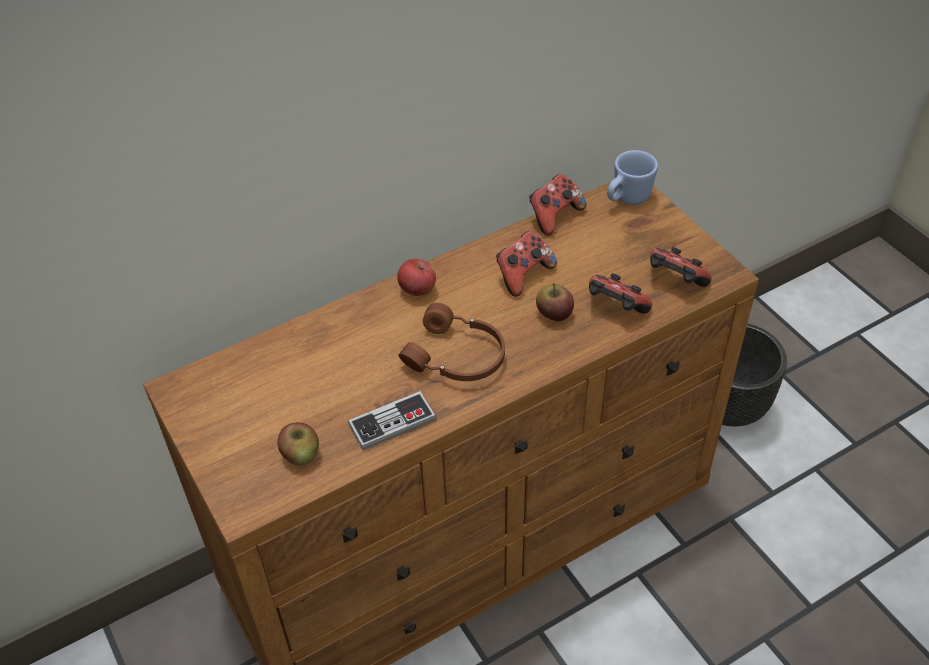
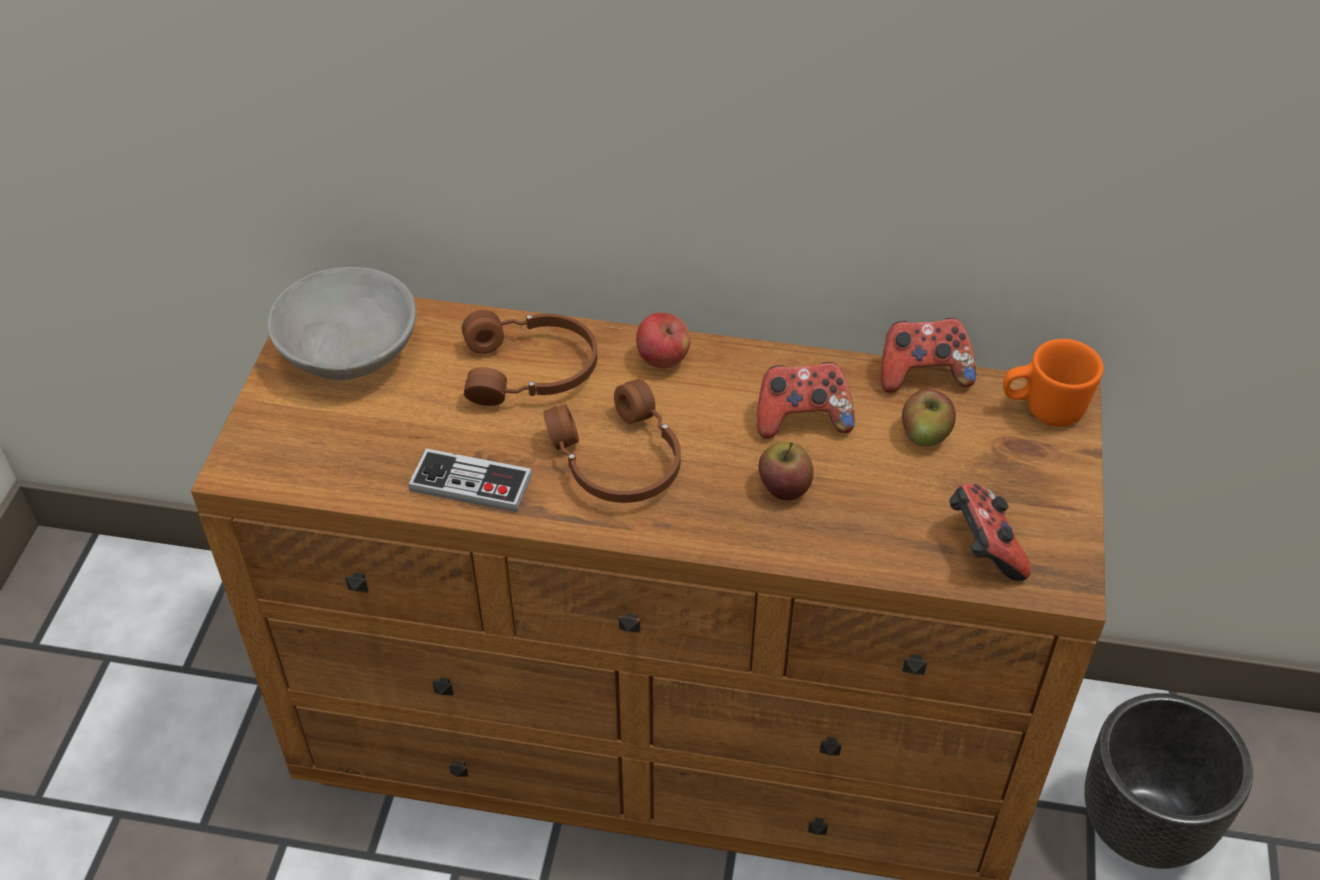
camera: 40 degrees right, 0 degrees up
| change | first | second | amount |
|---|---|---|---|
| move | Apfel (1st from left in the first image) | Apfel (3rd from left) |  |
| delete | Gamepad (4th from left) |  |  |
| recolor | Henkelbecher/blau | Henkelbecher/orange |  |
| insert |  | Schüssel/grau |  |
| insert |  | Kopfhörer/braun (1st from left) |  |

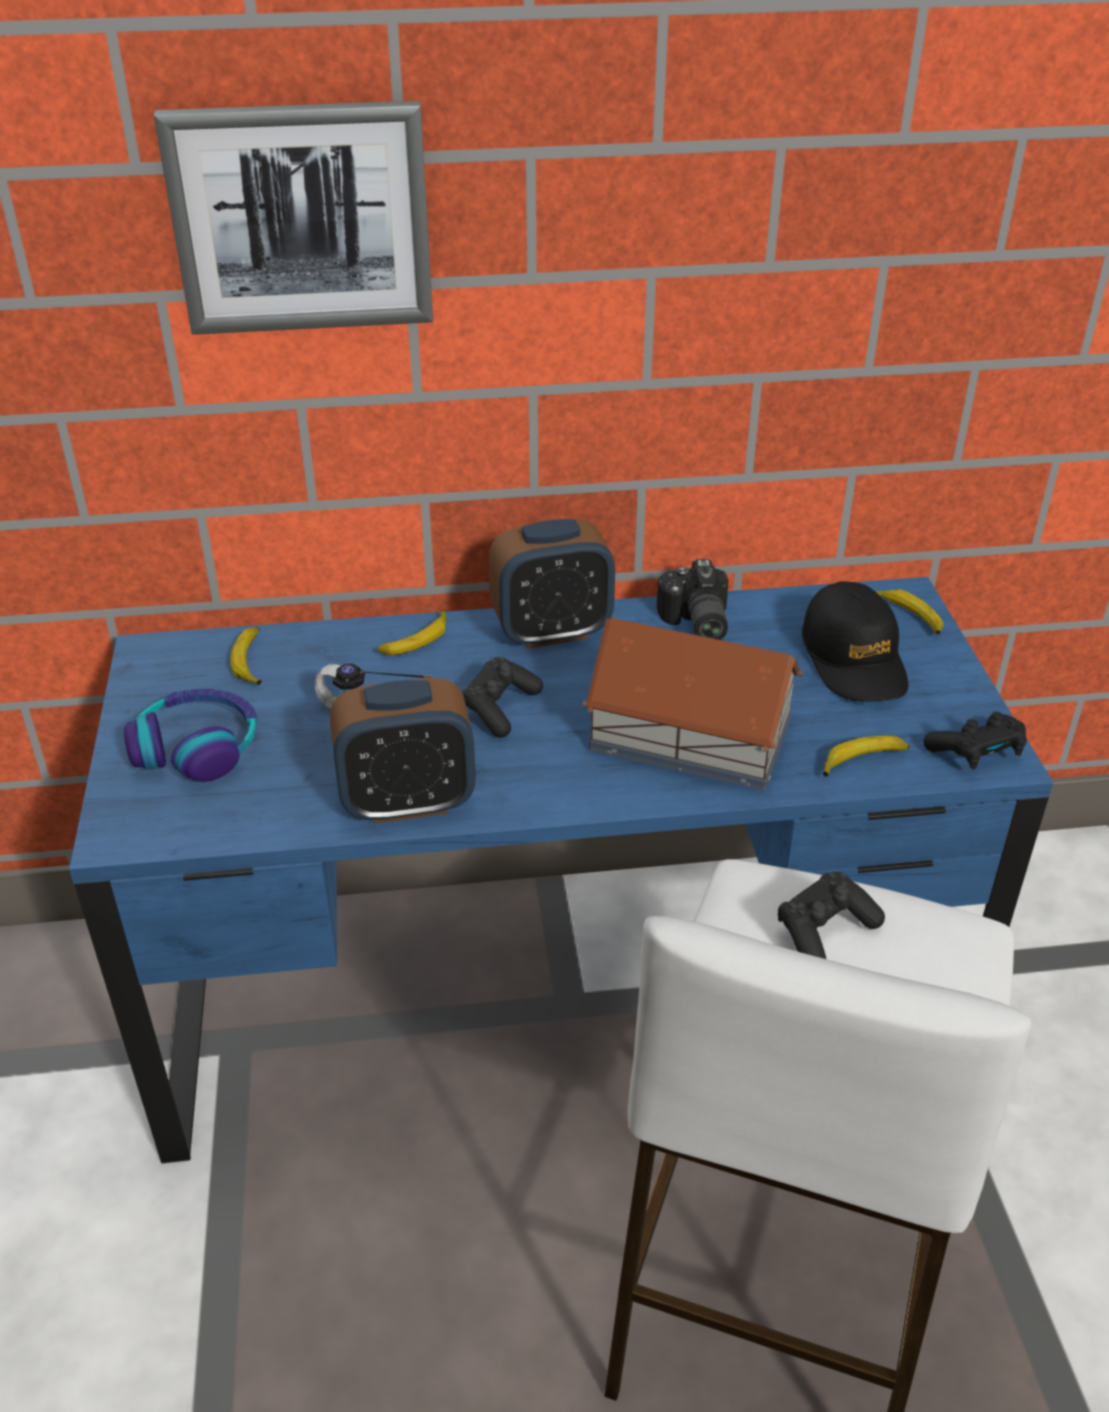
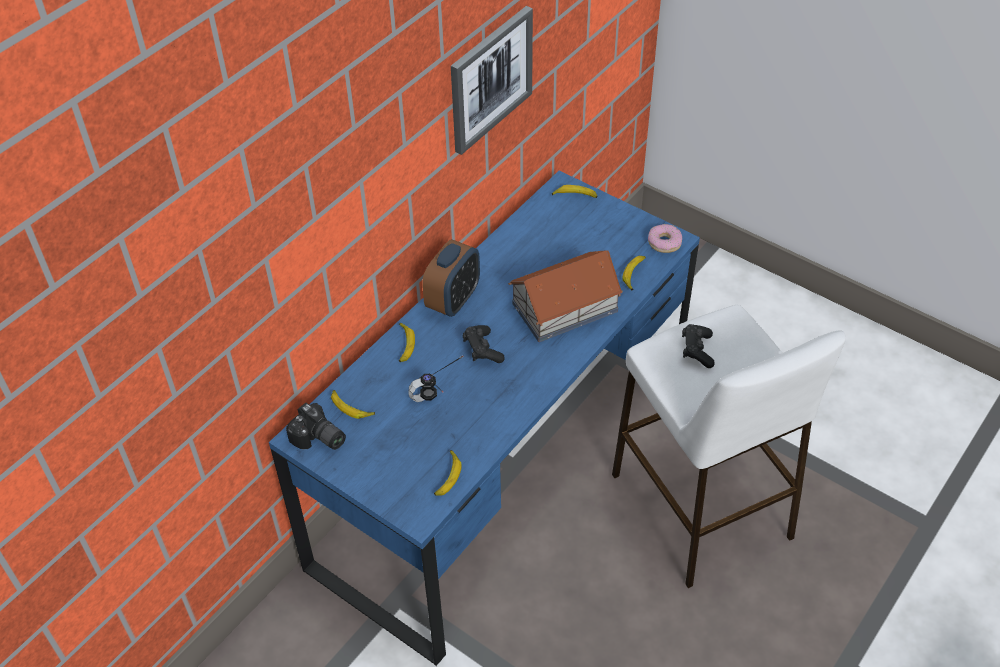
camera: 45 degrees left, 10 degrees up
| change | first | second | amount |
|---|---|---|---|
| delete | Kopfhörer (1st from left) |  |  |
| move | Bild |  |  |
| delete | Wecker (1st from left) |  |  |
| move | Kamera |  |  |
| delete | Kappe/schwarz |  |  |
| replace | Gamepad/schwarz (3rd from left) | Donut |  |
| insert |  | Banane (3rd from left) |  |

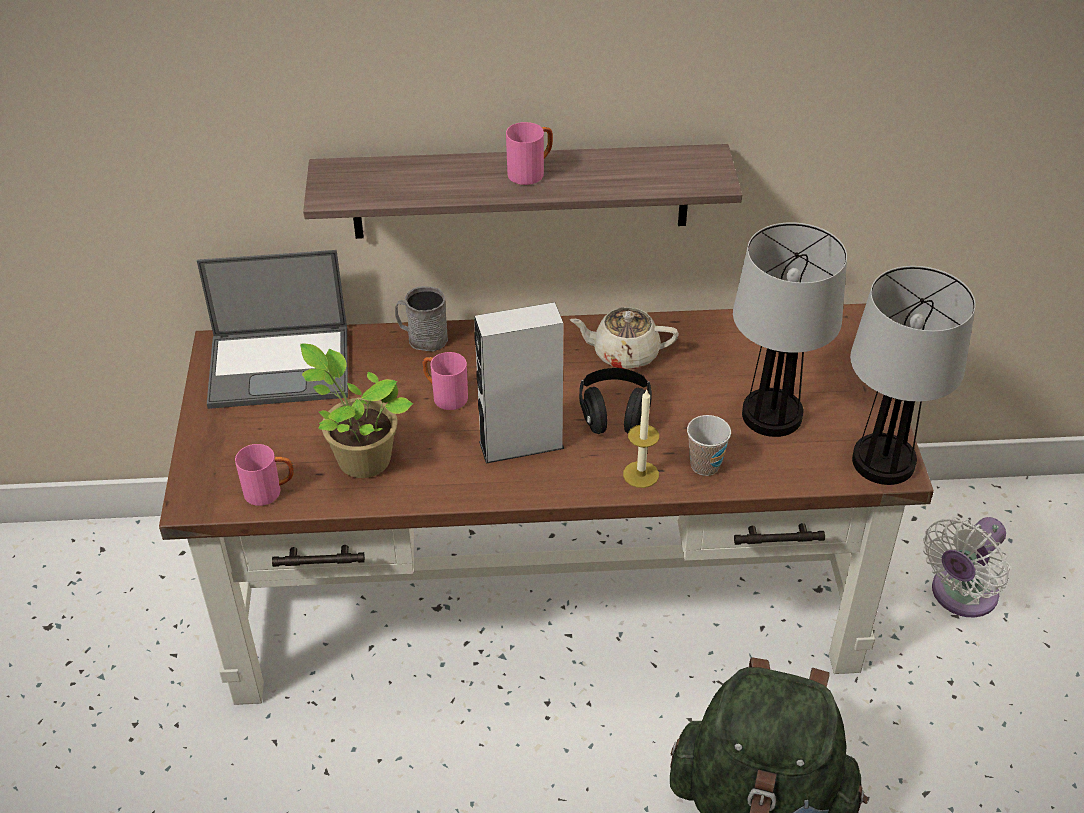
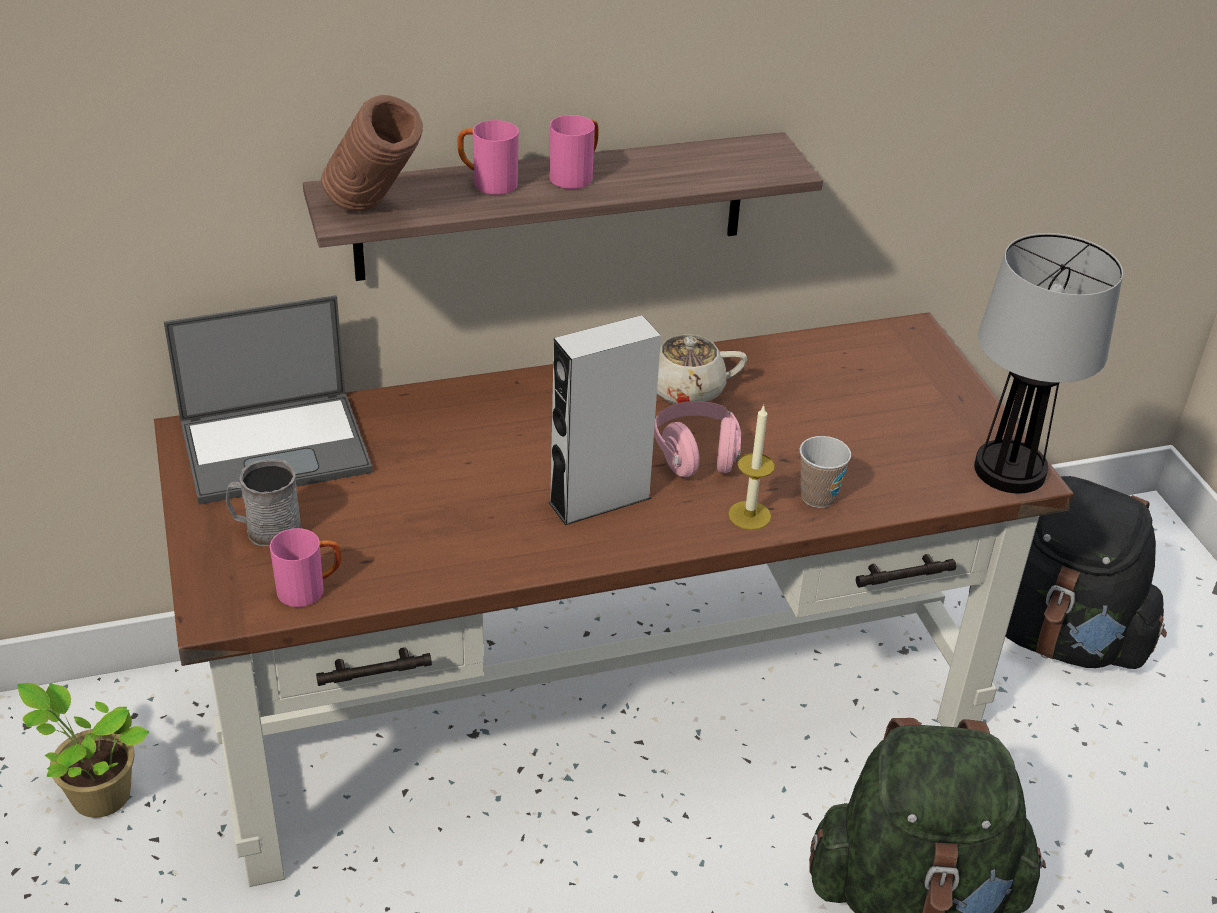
camera: 15 degrees left, 5 degrees down
| change | first | second | amount |
|---|---|---|---|
| move | Topfpflanze |  |  |
| move | Henkelbecher/grau |  |  |
| move | Henkelbecher/rosa (2nd from left) |  |  |
| recolor | Kopfhörer/schwarz | Kopfhörer/rosa |  |
| delete | Tischlampe (1st from left) |  |  |
| replace | Ventilator/weiß | Rucksack/schwarz |  |
| insert |  | Vase/braun |  |

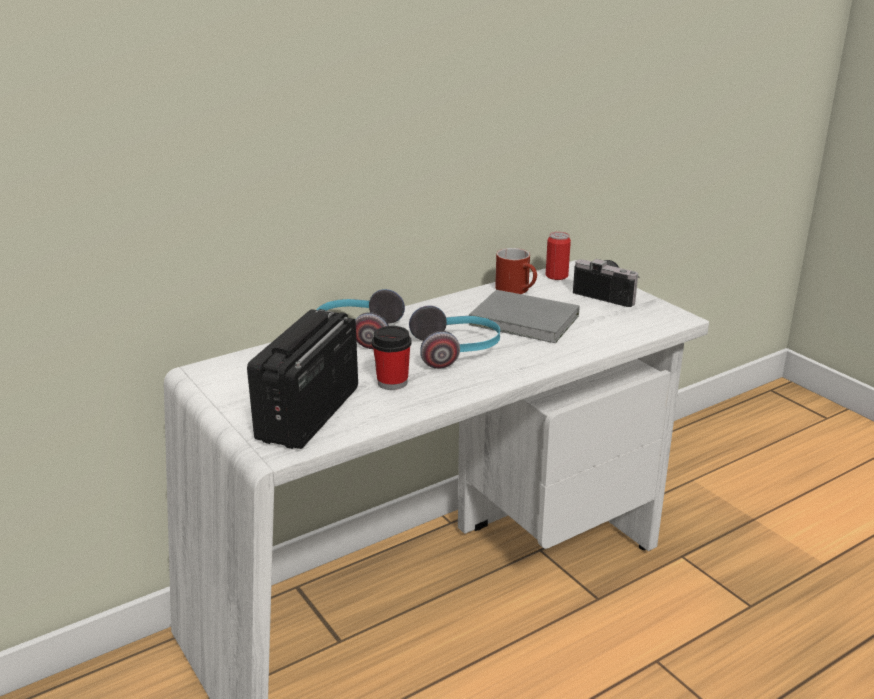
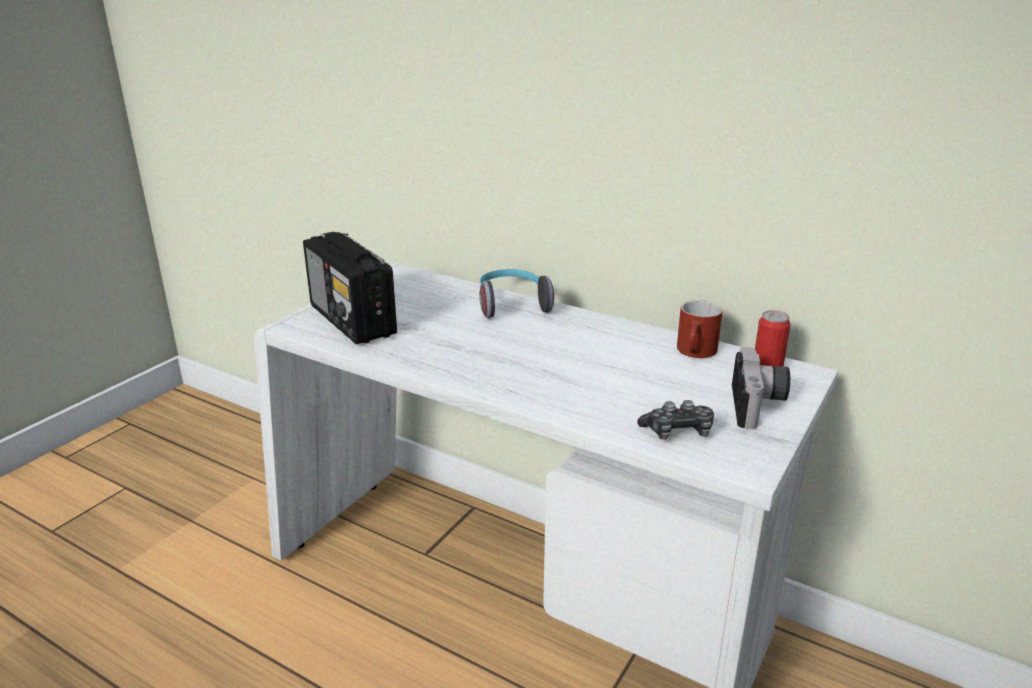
camera: 65 degrees right, 0 degrees up
| change | first | second | amount |
|---|---|---|---|
| rotate | Radio |  | 120 degrees counterclockwise |
| delete | Tasse |  |  |
| delete | Kopfhörer (2nd from left) |  |  |
| delete | Buch/grau |  |  |
| insert |  | Gamepad |  |

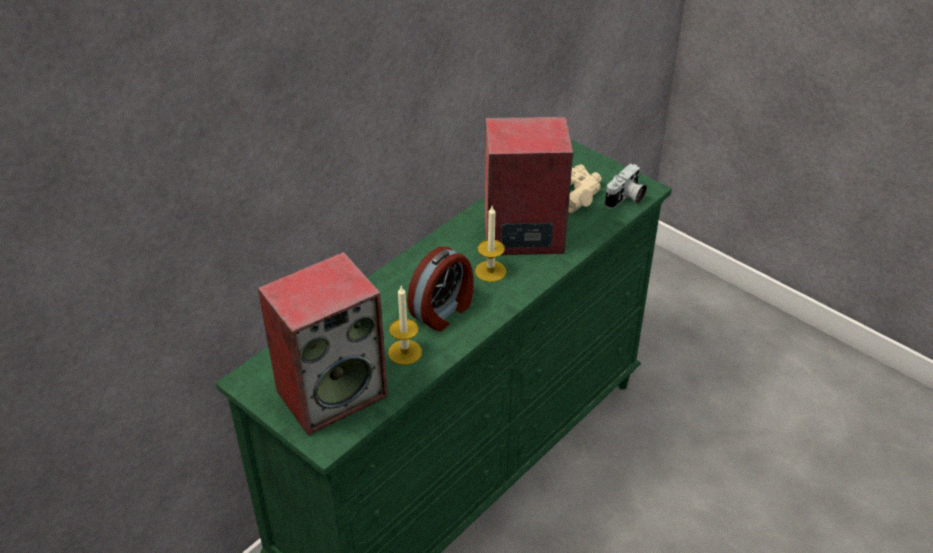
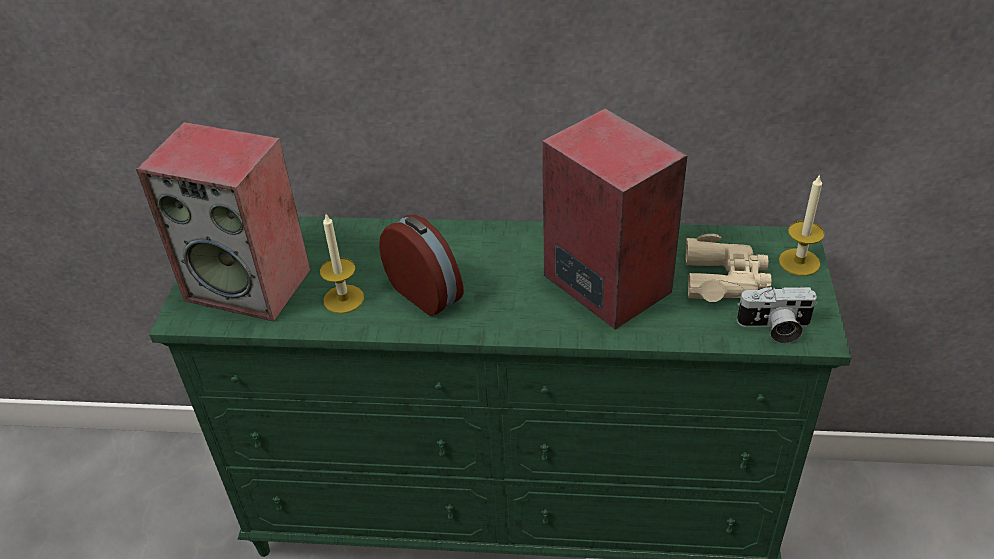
camera: 55 degrees right, 0 degrees up
| change | first | second | amount |
|---|---|---|---|
| rotate | Wecker |  | 135 degrees counterclockwise |
| move | Kerze (2nd from left) |  |  |

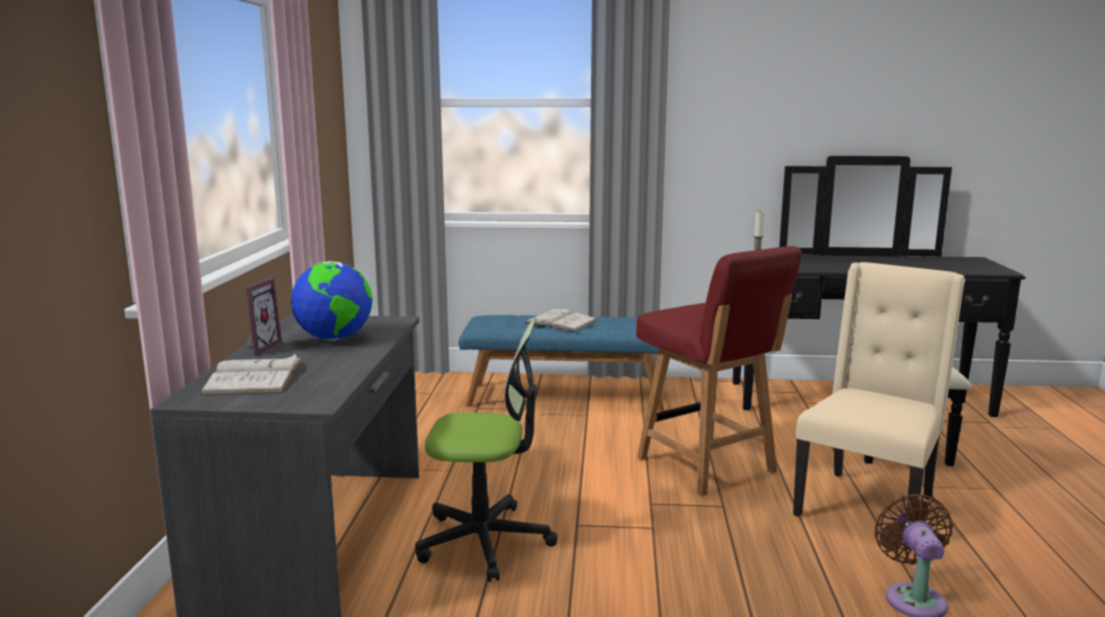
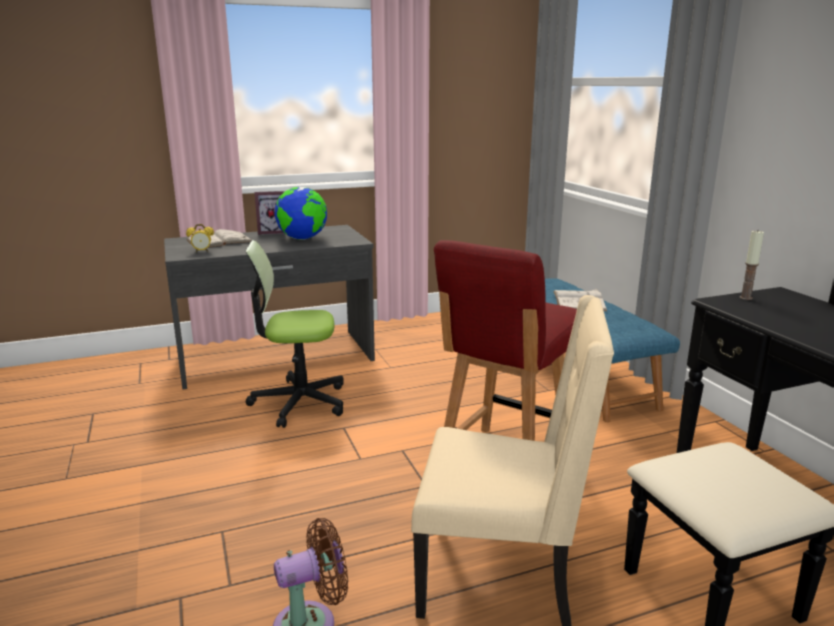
camera: 65 degrees right, 5 degrees up
| change | first | second | amount |
|---|---|---|---|
| rotate | Bürostuhl |  | 105 degrees clockwise |
| insert |  | Wecker |  |

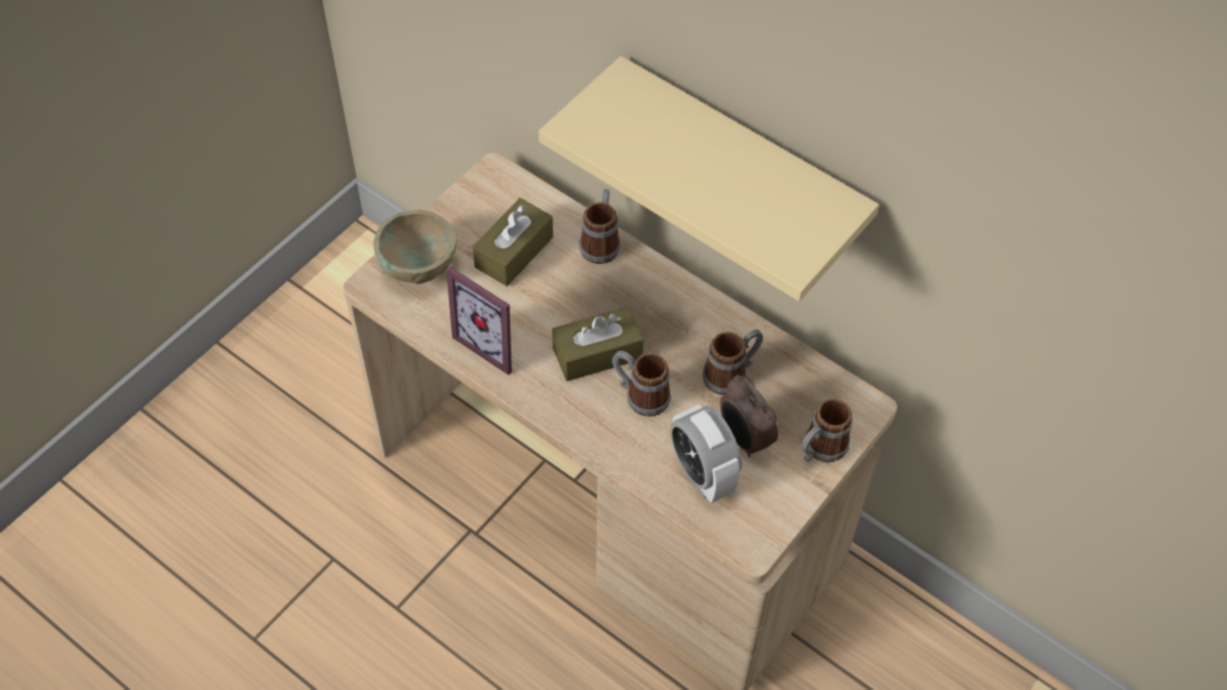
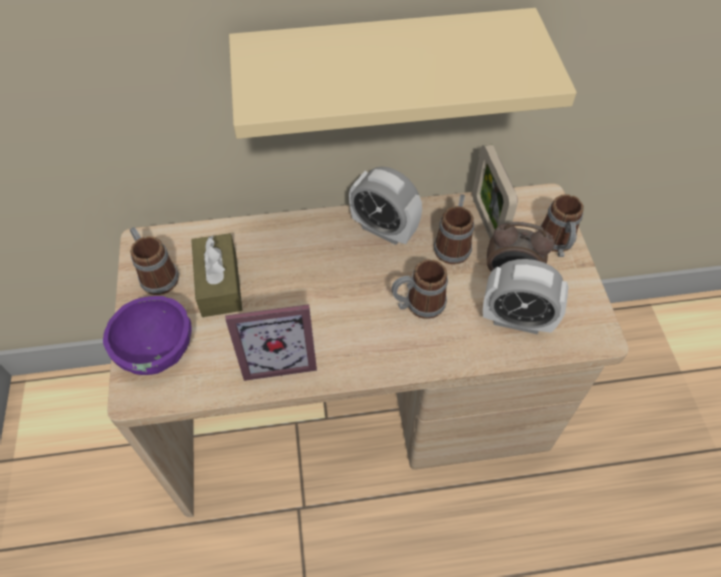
camera: 45 degrees left, 0 degrees up
| change | first | second | amount |
|---|---|---|---|
| recolor | Schüssel/beige | Schüssel/lila |  |
| delete | Taschentuchbox/braun (2nd from left) |  |  |
| move | Henkelbecher (1st from left) |  |  |
| insert |  | Wecker (1st from left) |  |
| insert |  | Bilderrahmen (2nd from left) |  |

